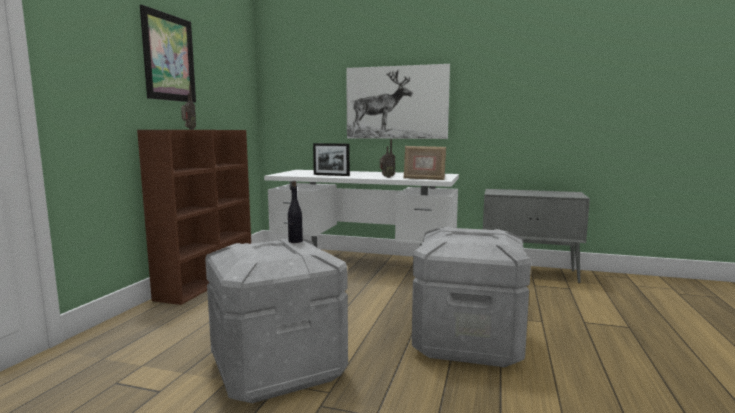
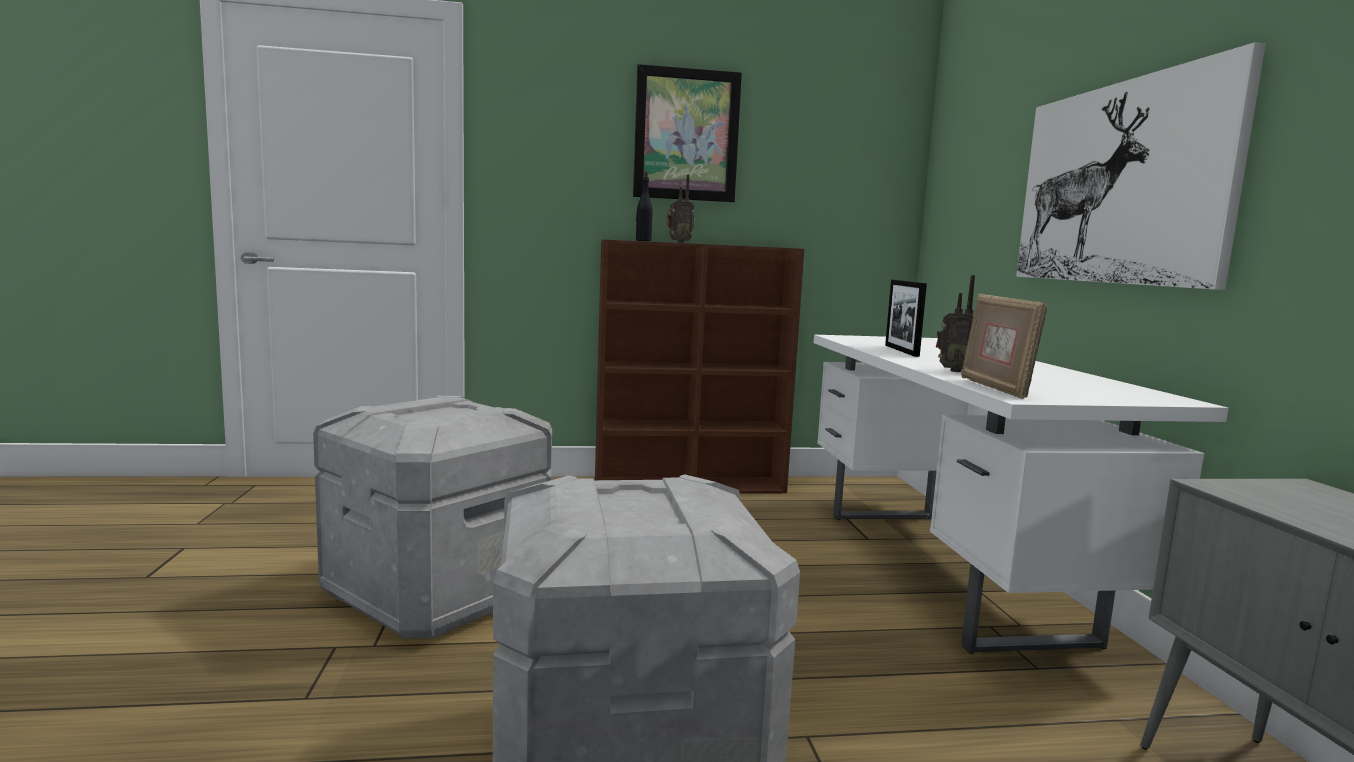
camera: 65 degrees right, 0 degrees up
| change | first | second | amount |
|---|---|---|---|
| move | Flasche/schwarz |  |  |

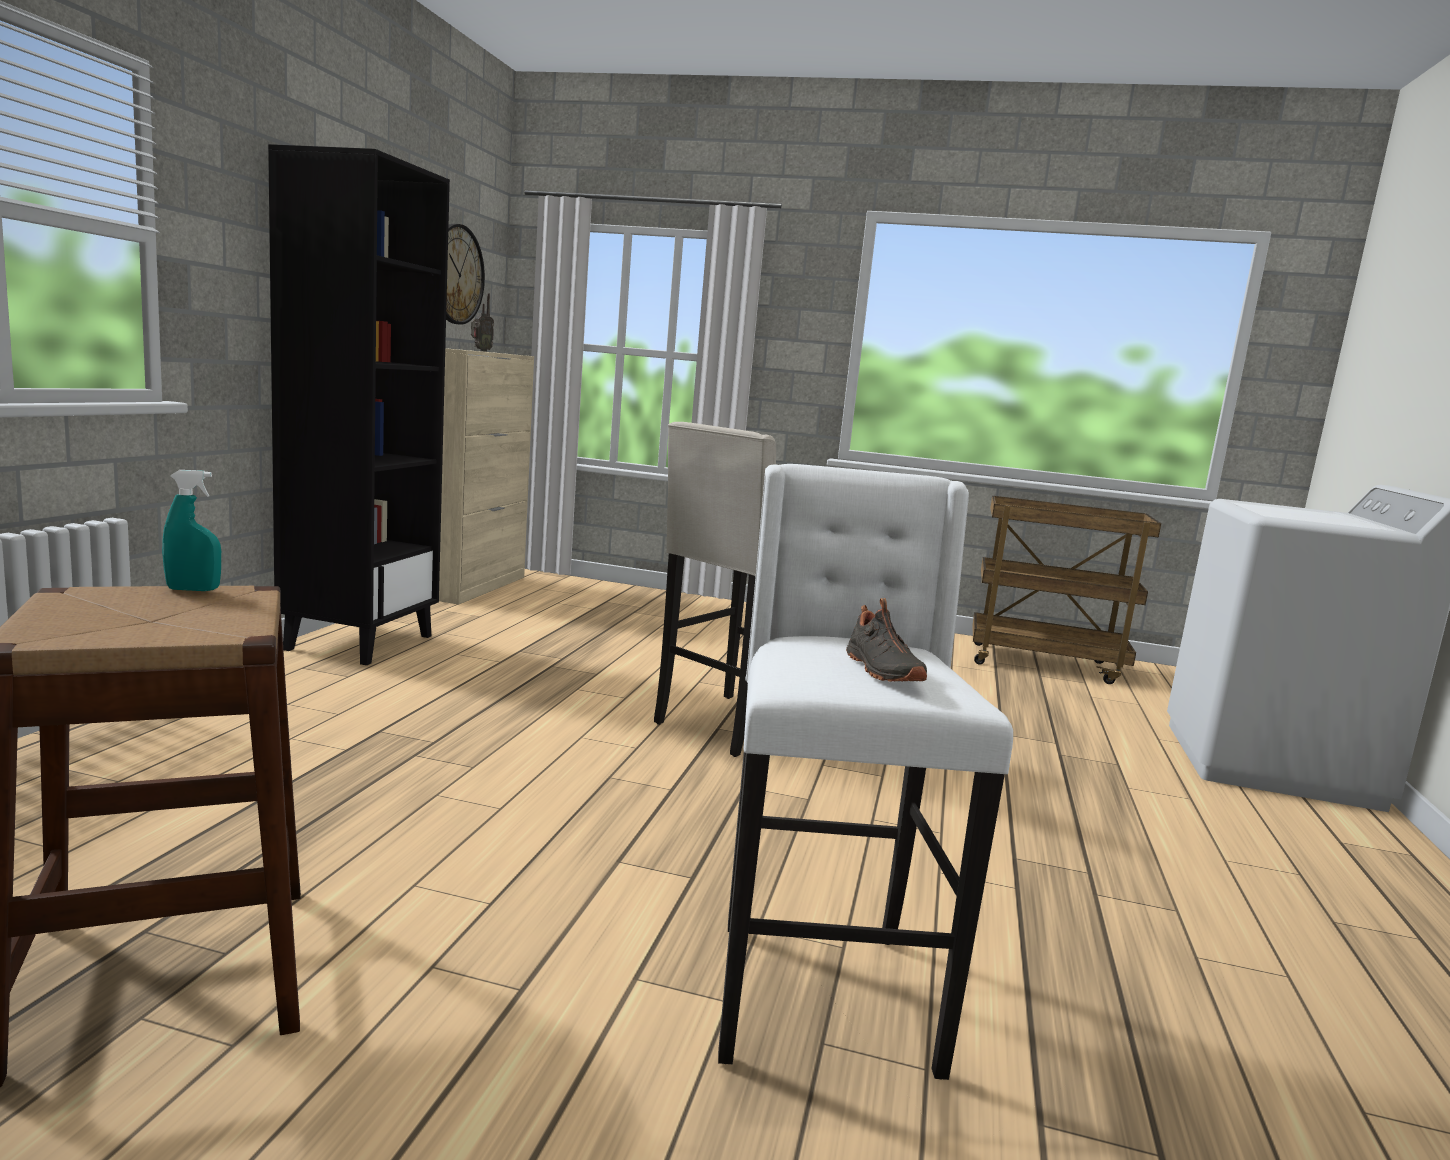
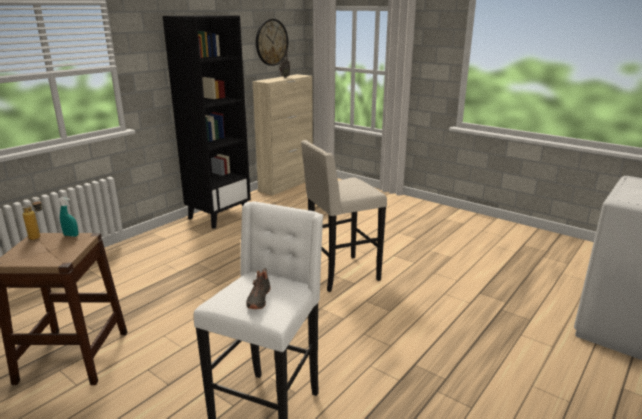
camera: 25 degrees right, 10 degrees up
| change | first | second | amount |
|---|---|---|---|
| delete | Rollwagen/braun |  |  |
| insert |  | Flasche |  |

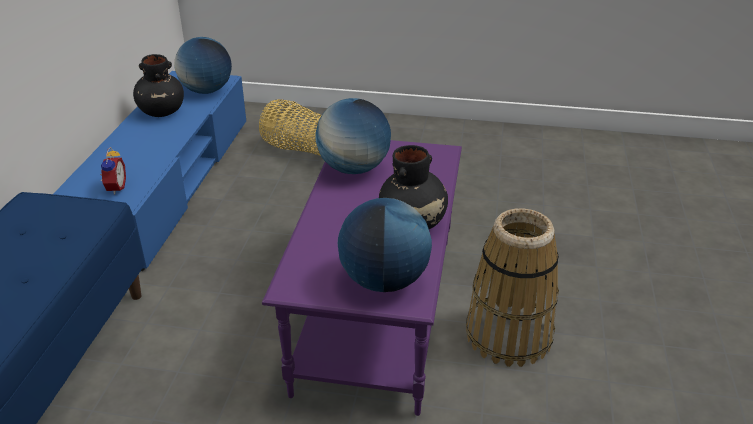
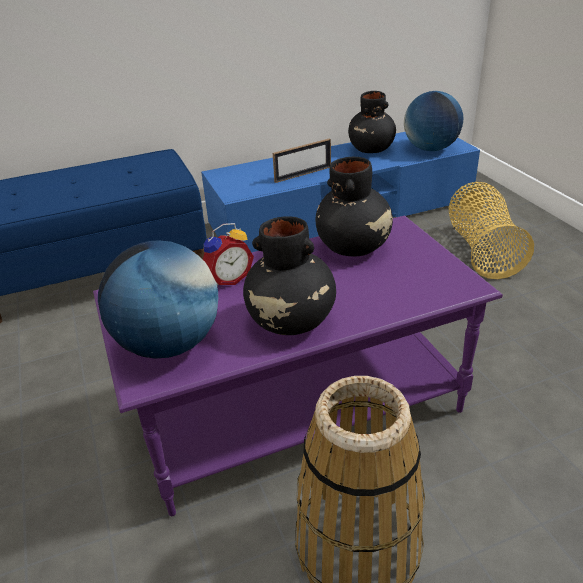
camera: 60 degrees right, 0 degrees up
| change | first | second | amount |
|---|---|---|---|
| move | Wecker |  |  |
| replace | Globus (2nd from left) | Vase/schwarz (2nd from left) |  |
| insert |  | Bilderrahmen |  |

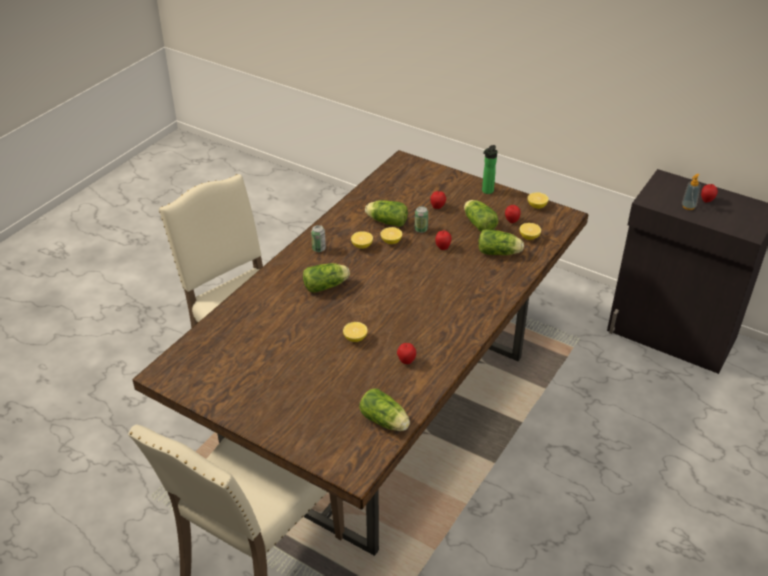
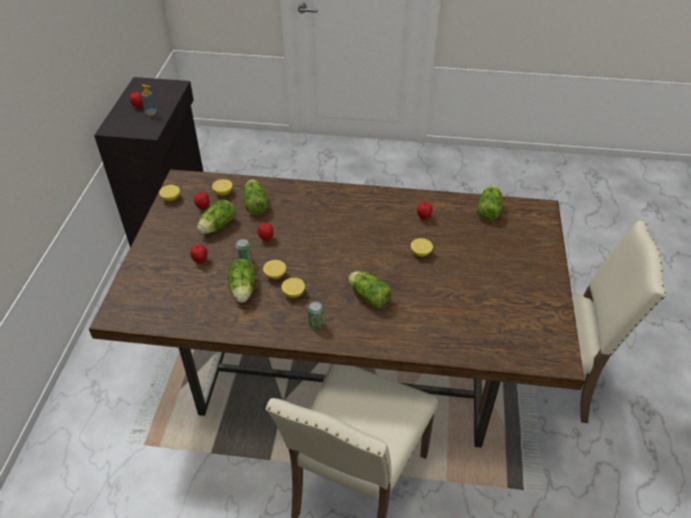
camera: 115 degrees left, 5 degrees up
| change | first | second | amount |
|---|---|---|---|
| delete | Flasche |  |  |

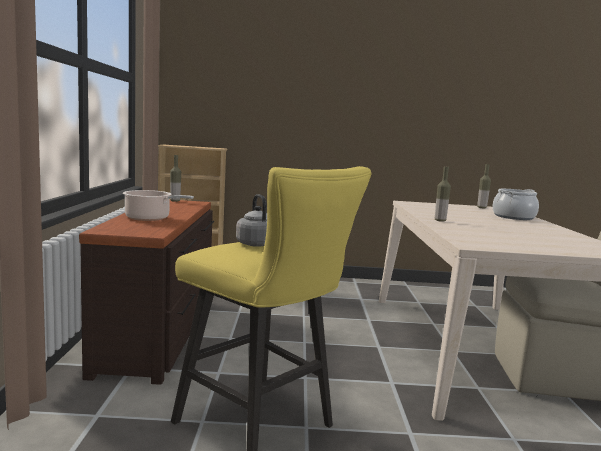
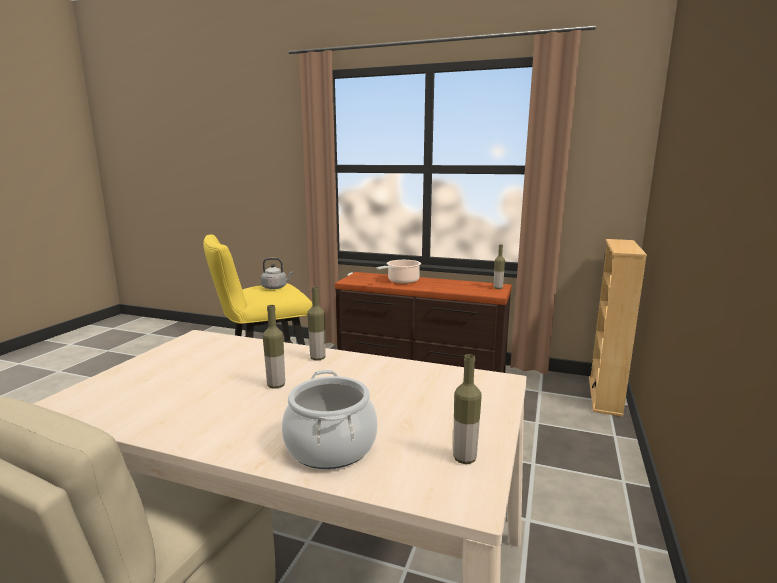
camera: 110 degrees right, 5 degrees up
| change | first | second | amount |
|---|---|---|---|
| insert |  | Flasche (1st from left) |  |

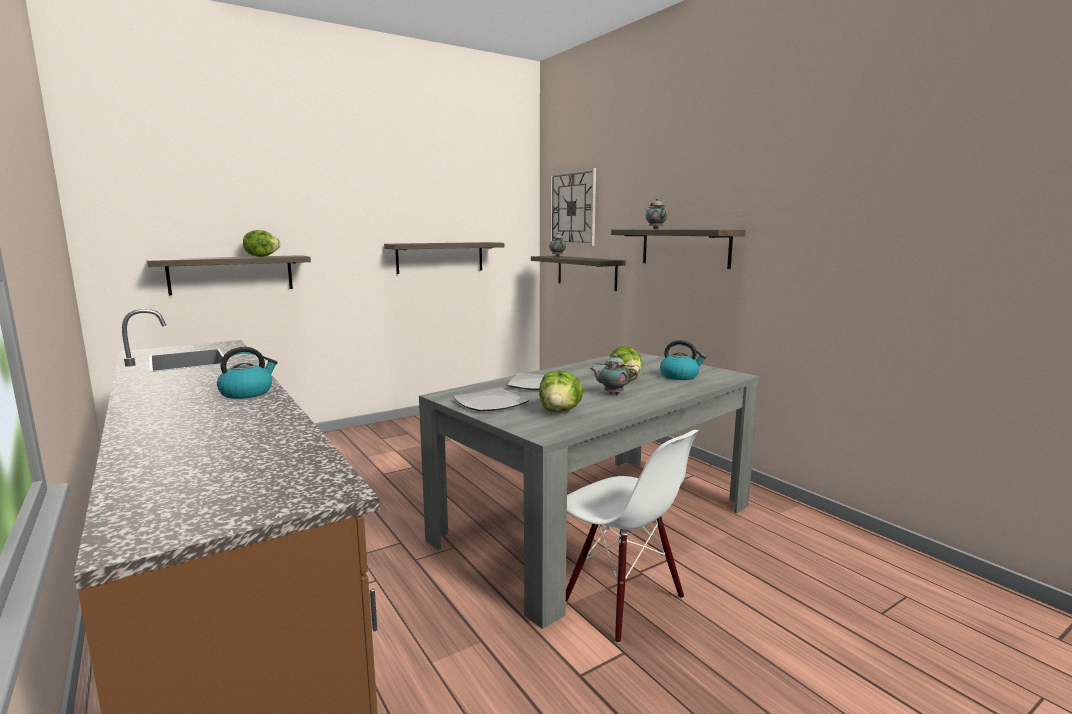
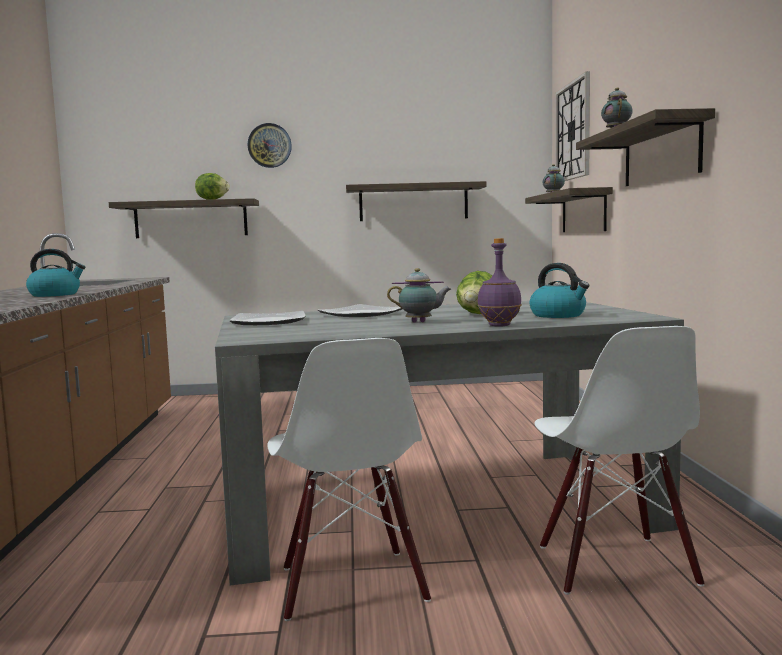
camera: 30 degrees right, 5 degrees down
| change | first | second | amount |
|---|---|---|---|
| delete | Salatkopf (2nd from left) |  |  |
| rotate | Teekanne (2nd from left in the first image) | Teekanne (1st from left) | 135 degrees clockwise |
| insert |  | Wanduhr (1st from left) |  |
| insert |  | Flasche/lila |  |
| insert |  | Stuhl/weiß (2nd from left) |  |

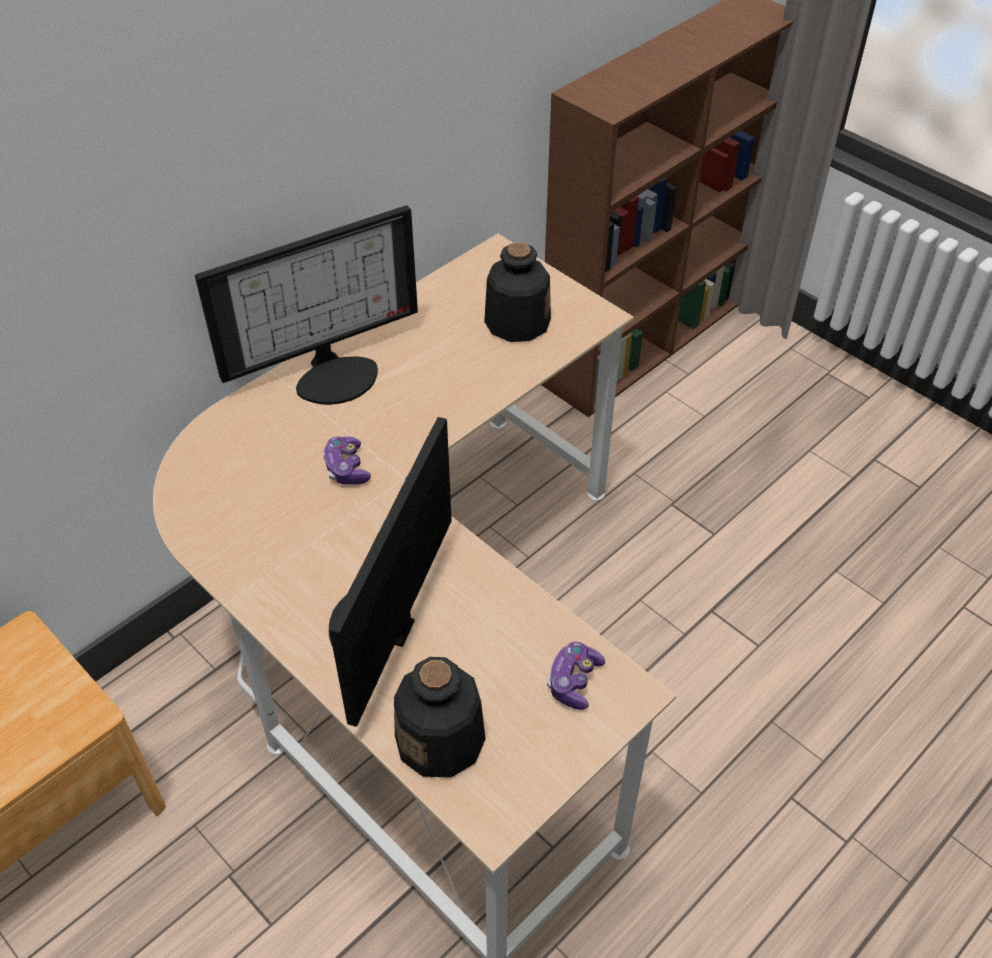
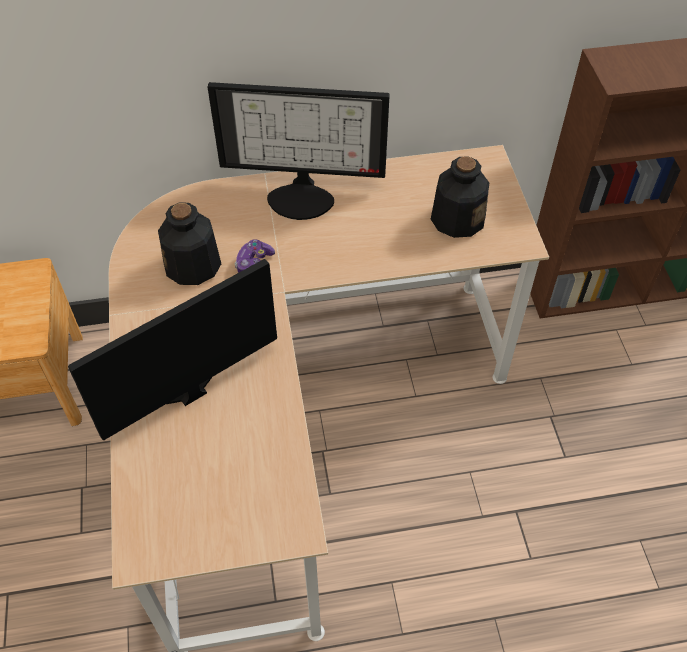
camera: 35 degrees right, 5 degrees up
| change | first | second | amount |
|---|---|---|---|
| move | Flasche (1st from left) |  |  |
| delete | Gamepad (2nd from left) |  |  |

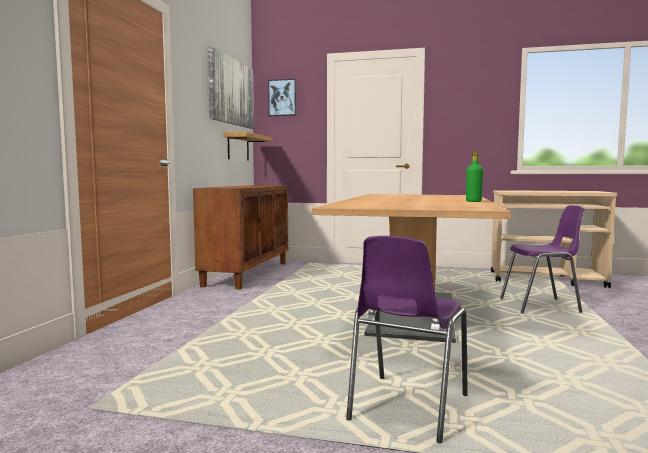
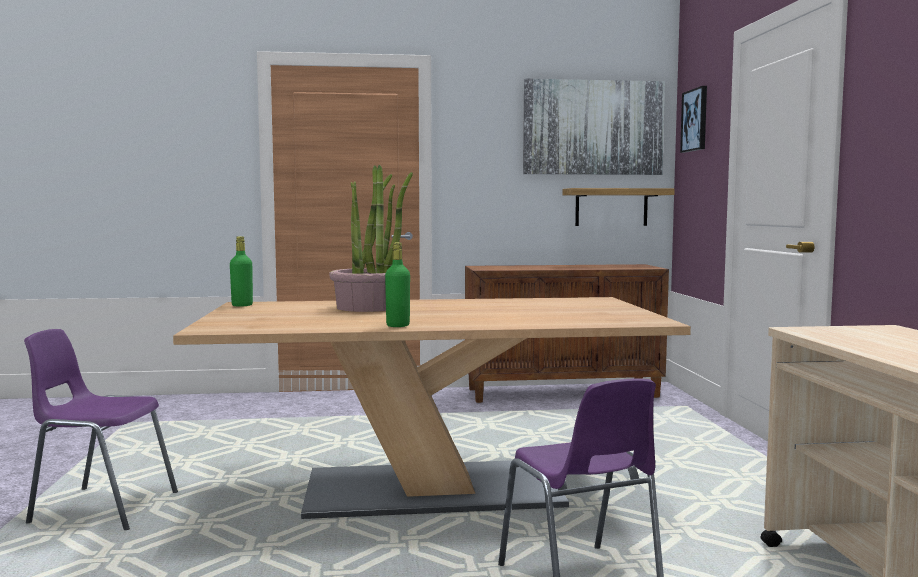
camera: 70 degrees right, 0 degrees up
| change | first | second | amount |
|---|---|---|---|
| insert |  | Flasche/grün (1st from left) |  |
| insert |  | Topfpflanze |  |

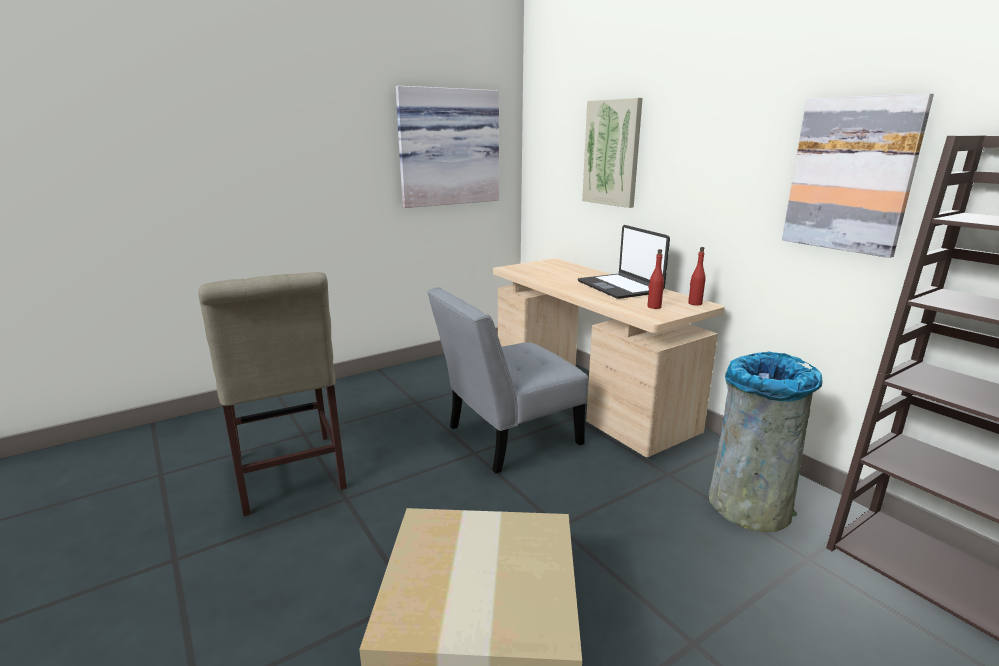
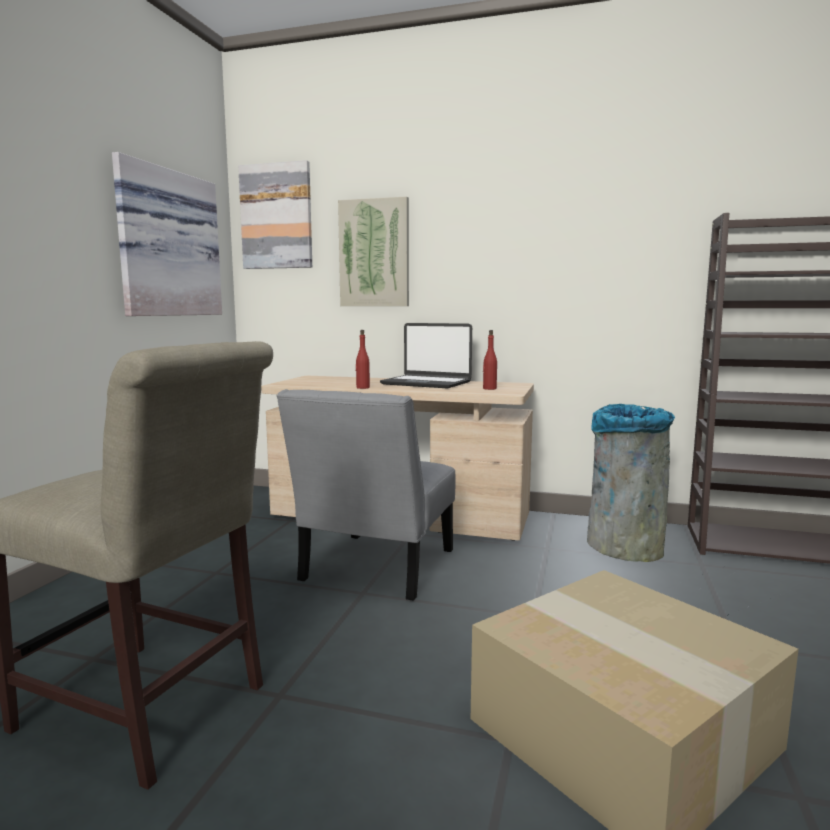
camera: 40 degrees left, 10 degrees down
| change | first | second | amount |
|---|---|---|---|
| move | Flasche/rot (2nd from left in the first image) | Flasche/rot (1st from left) |  |
| move | Bild (3rd from left in the first image) | Bild (2nd from left) |  |

